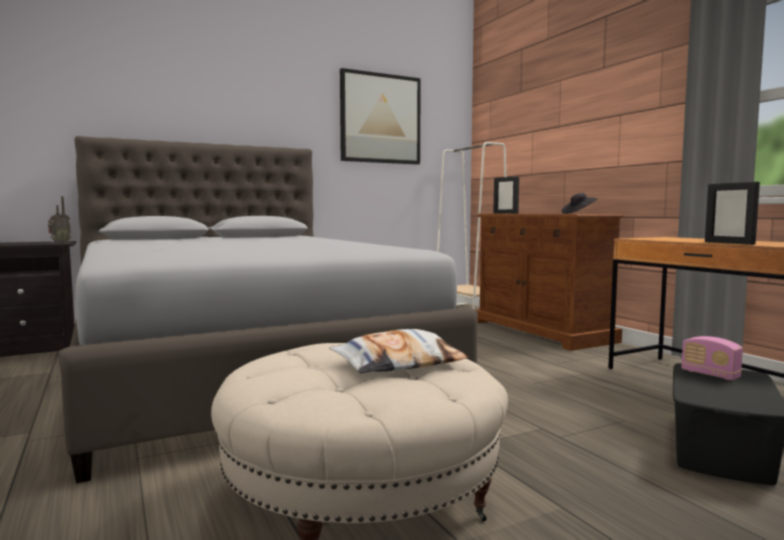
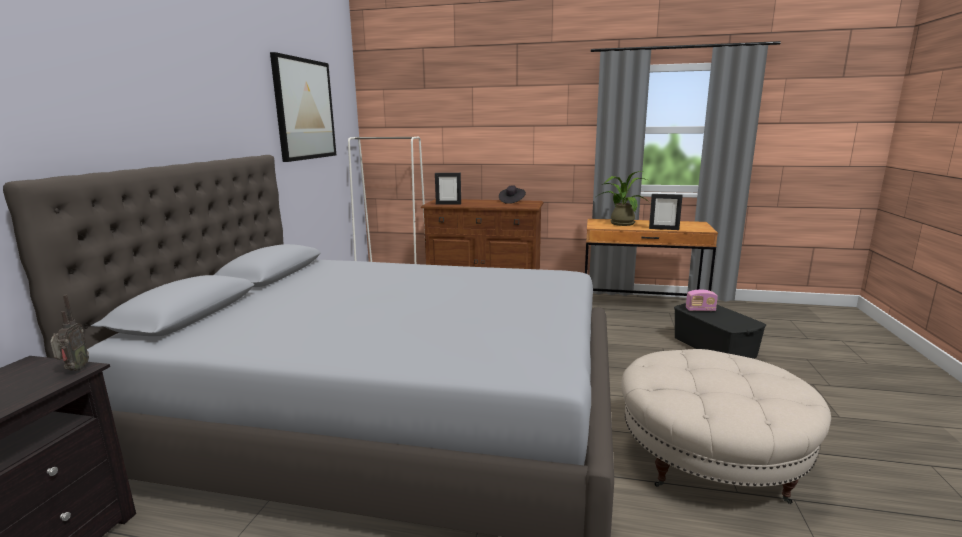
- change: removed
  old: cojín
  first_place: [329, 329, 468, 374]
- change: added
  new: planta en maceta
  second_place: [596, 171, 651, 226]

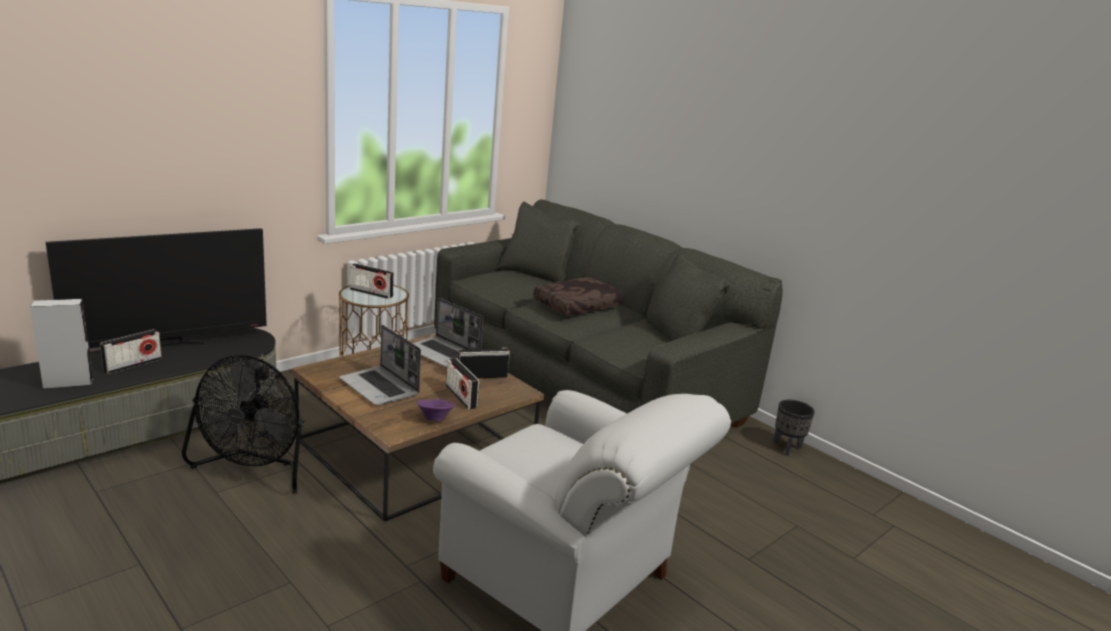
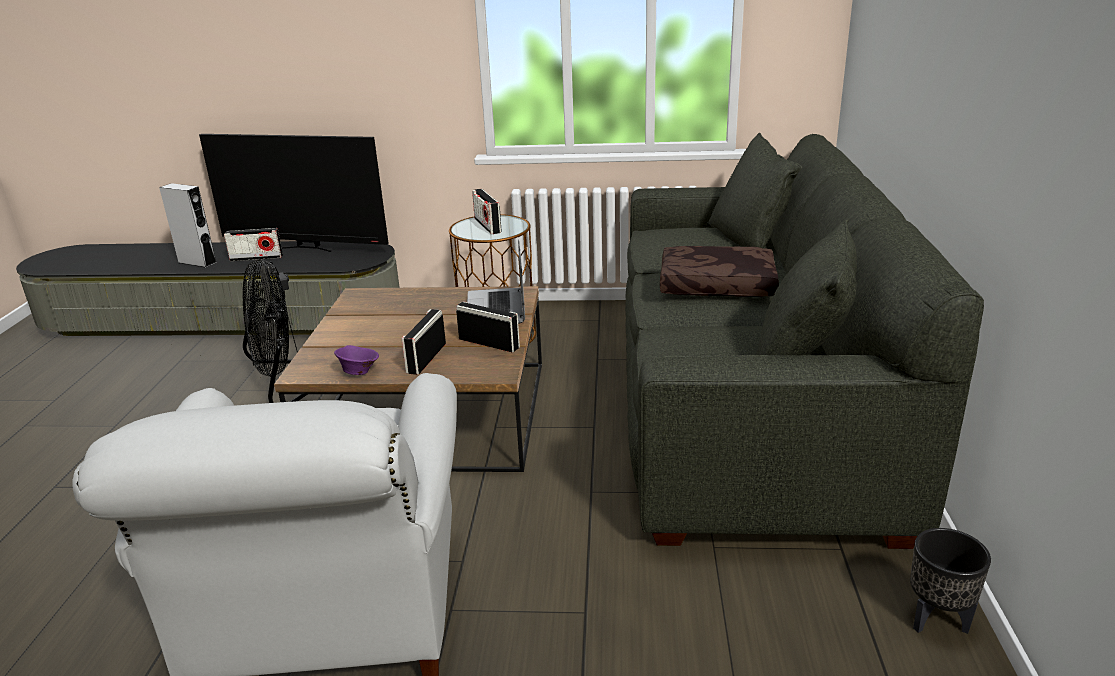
- change: removed
  old: portátil
  first_place: [339, 325, 421, 406]

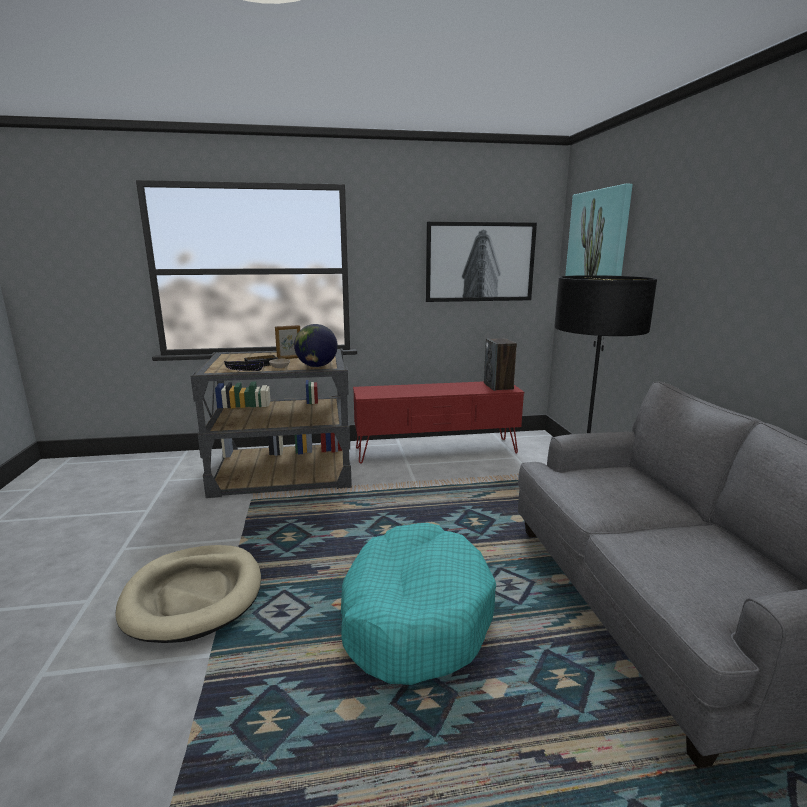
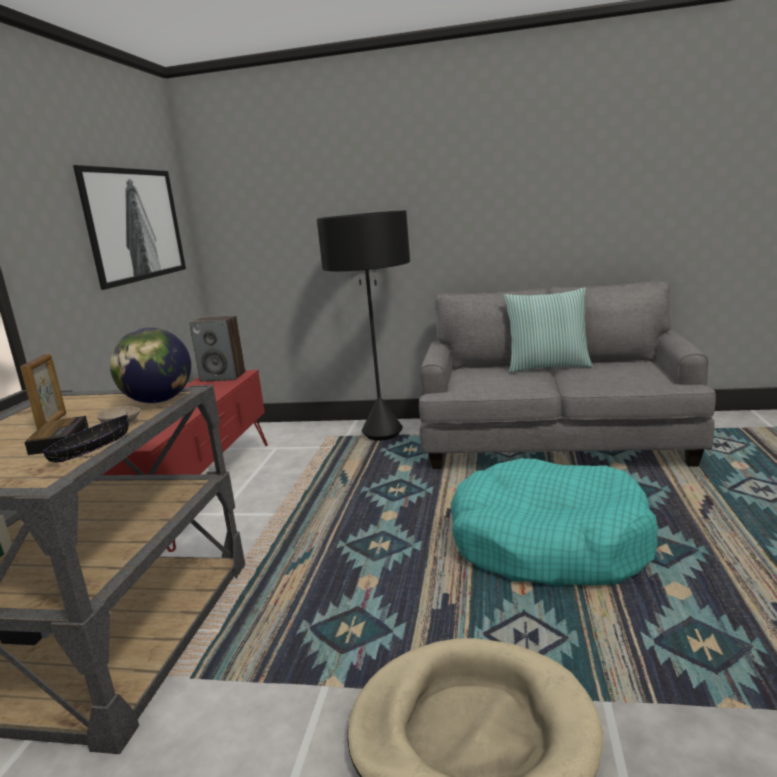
- change: removed
  old: cuadro
  first_place: [565, 184, 633, 276]
- change: added
  new: cojín
  second_place: [504, 287, 593, 373]

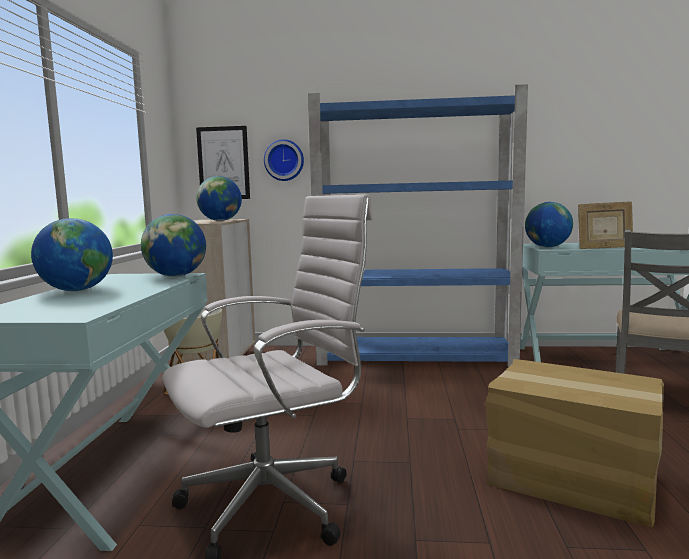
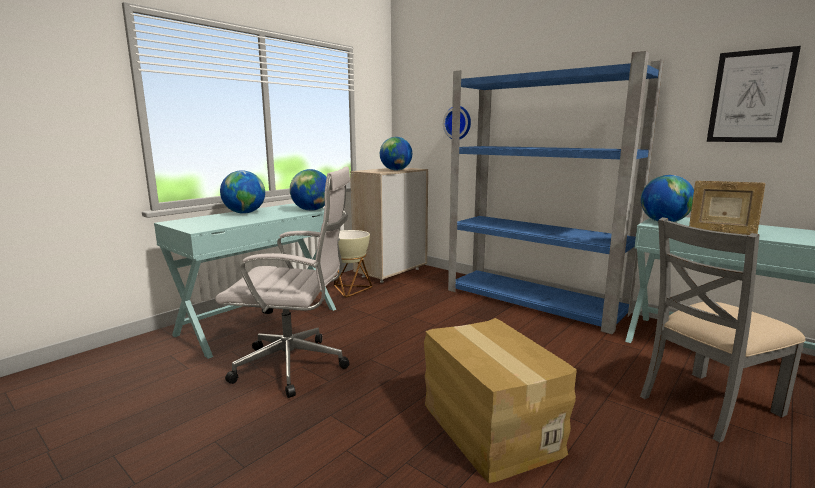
- change: moved
  old: cuadro
  first_place: [196, 126, 250, 199]
  second_place: [707, 46, 801, 142]

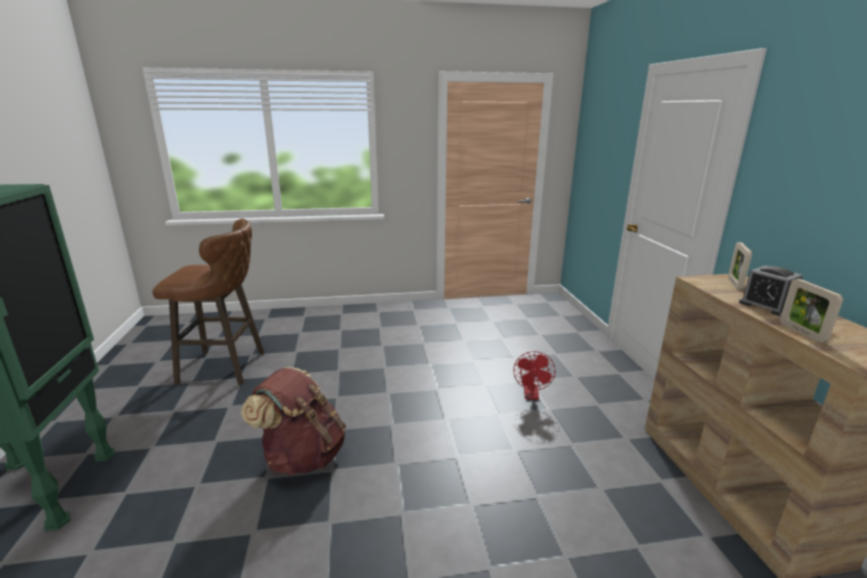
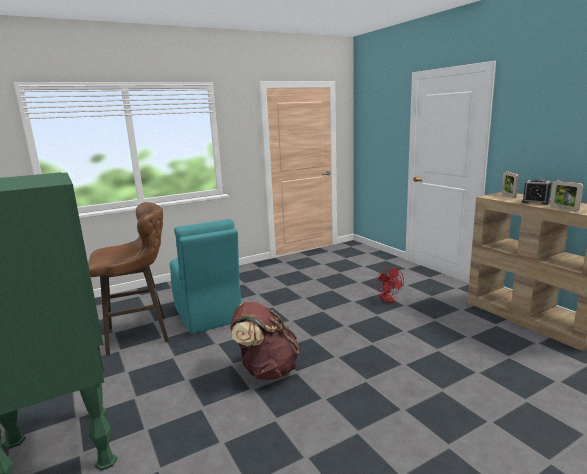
- change: added
  new: silla (turquesa)
  second_place: [170, 219, 242, 334]

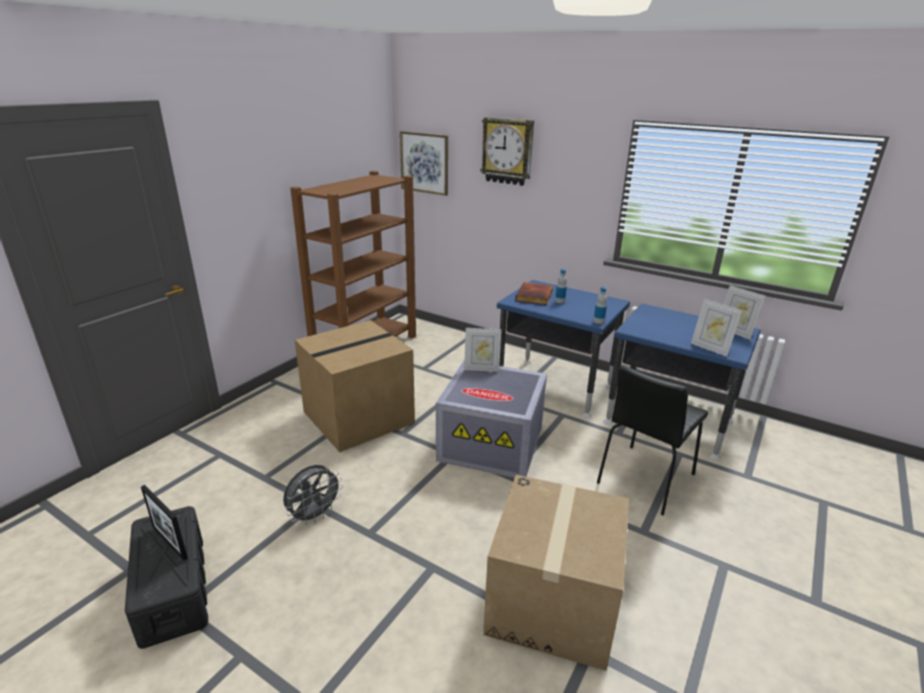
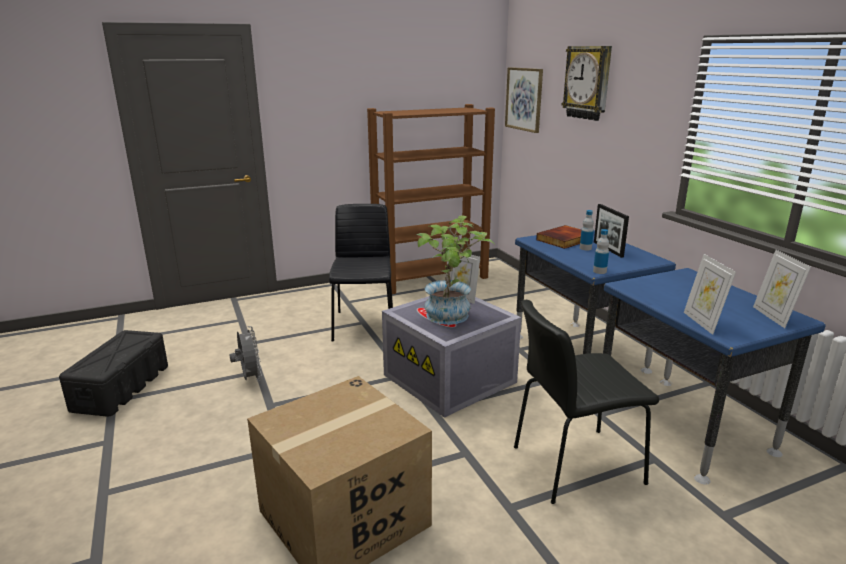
- change: moved
  old: portarretratos
  first_place: [141, 485, 188, 560]
  second_place: [594, 204, 629, 258]
- change: turned
  old: ventilador (gris)
  first_place: [283, 465, 343, 525]
  second_place: [230, 326, 262, 382]
  degrees: -105
- change: replaced
  old: caja de cartón
  new: silla (negro)
  first_place: [295, 320, 415, 452]
  second_place: [329, 204, 393, 342]
- change: added
  new: planta en maceta
  second_place: [416, 215, 494, 325]

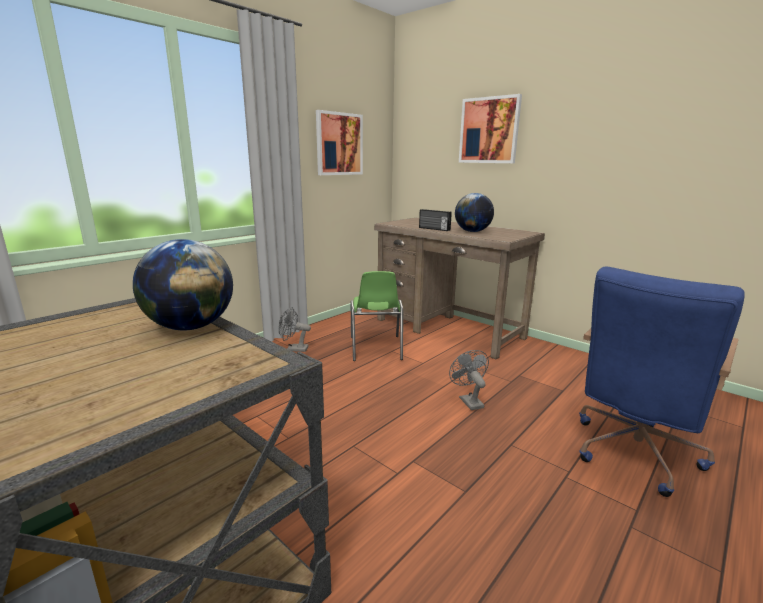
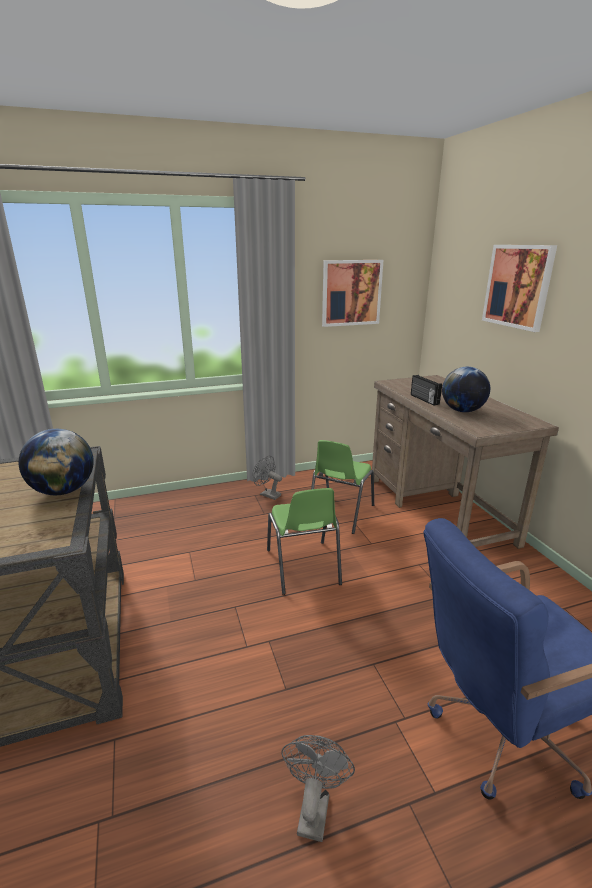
- change: moved
  old: ventilador (gris)
  first_place: [449, 350, 489, 410]
  second_place: [281, 735, 355, 842]
- change: added
  new: silla (verde)
  second_place: [267, 488, 342, 595]

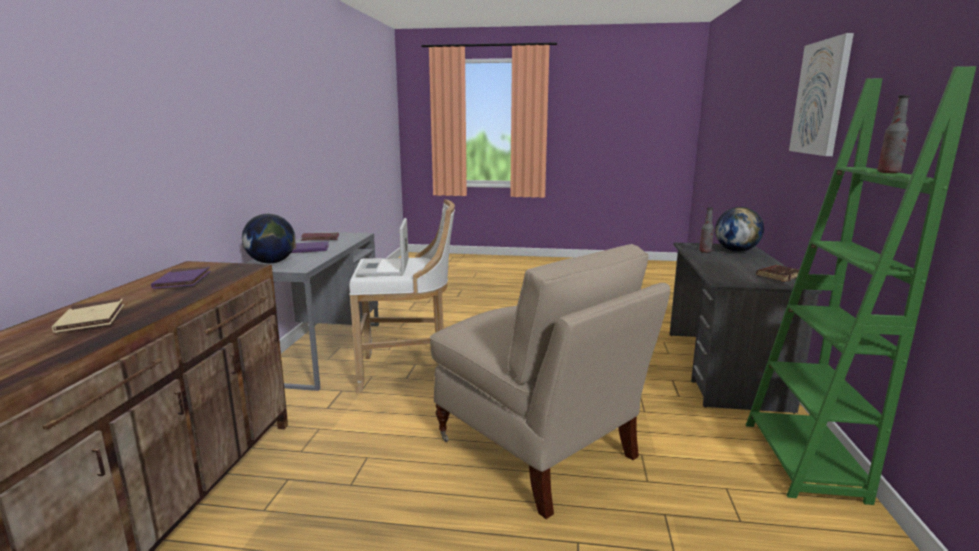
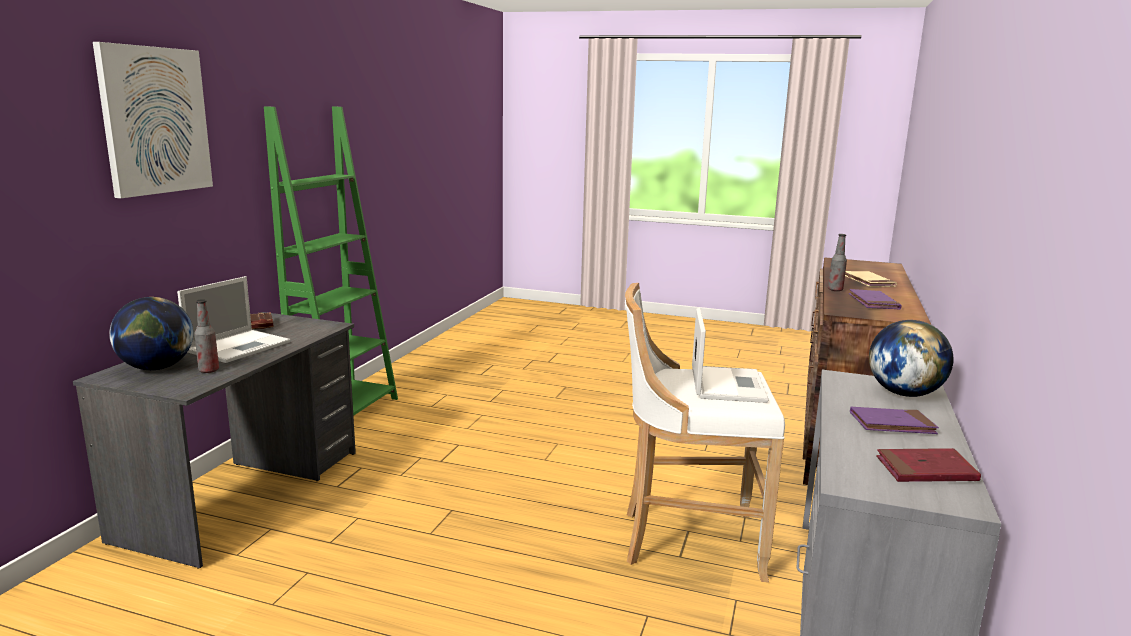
- change: removed
  old: silla (beis)
  first_place: [430, 244, 670, 519]
- change: moved
  old: botella
  first_place: [877, 95, 910, 173]
  second_place: [828, 234, 847, 291]
- change: added
  new: portátil
  second_place: [177, 276, 290, 363]

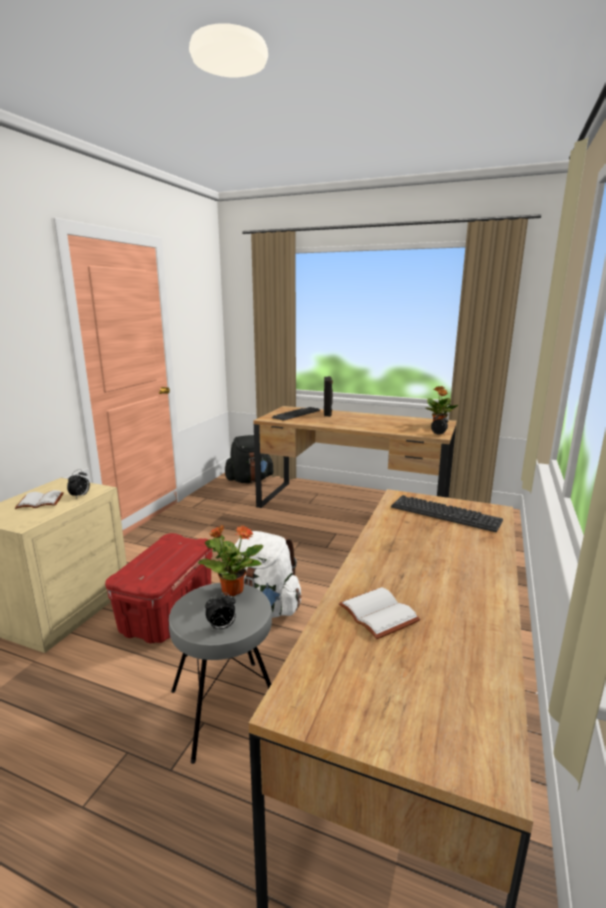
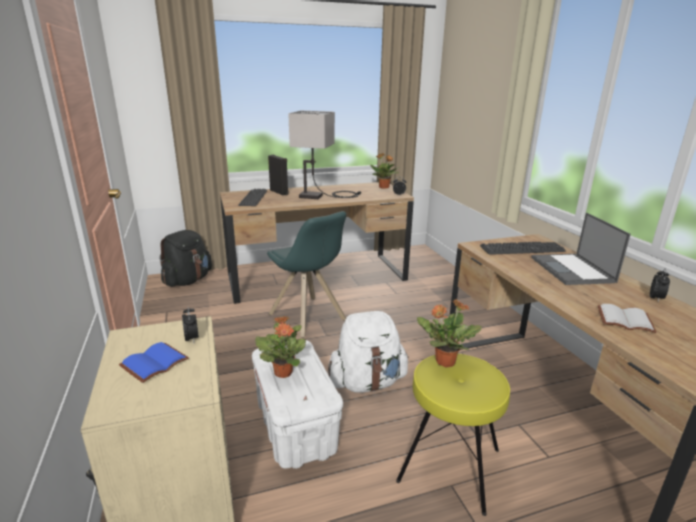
- change: recoloured
  old: libro (blanco)
  new: libro (azul)
  first_place: [15, 490, 64, 509]
  second_place: [119, 342, 189, 383]
- change: recoloured
  old: caja de almacenaje (rojo)
  new: caja de almacenaje (blanco)
  first_place: [105, 533, 212, 643]
  second_place: [252, 340, 343, 469]
- change: recoloured
  old: taburete (gris)
  new: taburete (amarillo)
  first_place: [169, 583, 272, 764]
  second_place: [396, 354, 510, 516]
- change: moved
  old: despertador
  first_place: [205, 593, 236, 631]
  second_place: [650, 269, 670, 302]
- change: added
  new: planta en maceta
  second_place: [255, 316, 306, 378]
- change: added
  new: silla (turquesa)
  second_place: [267, 211, 346, 338]
- change: added
  new: lámpara de mesa
  second_place: [288, 111, 361, 199]
- change: added
  new: portátil
  second_place: [531, 213, 631, 285]

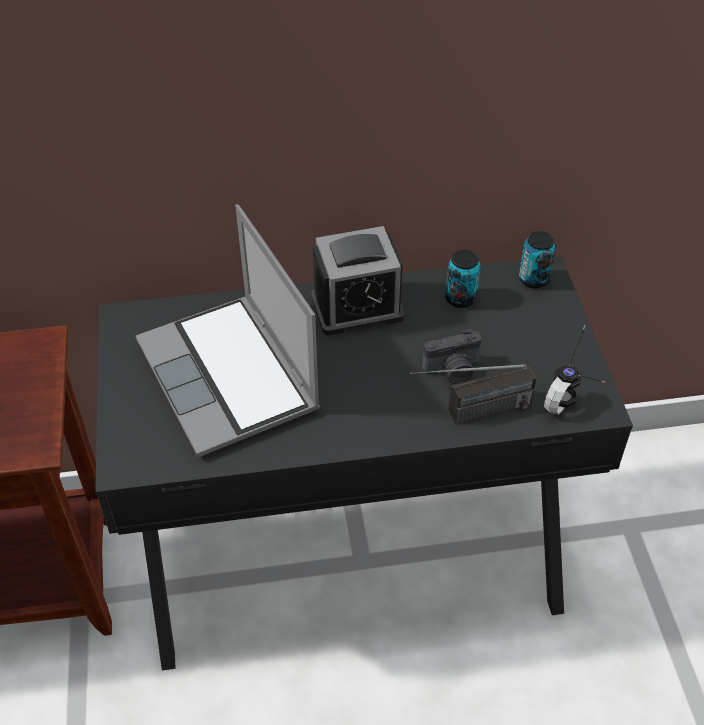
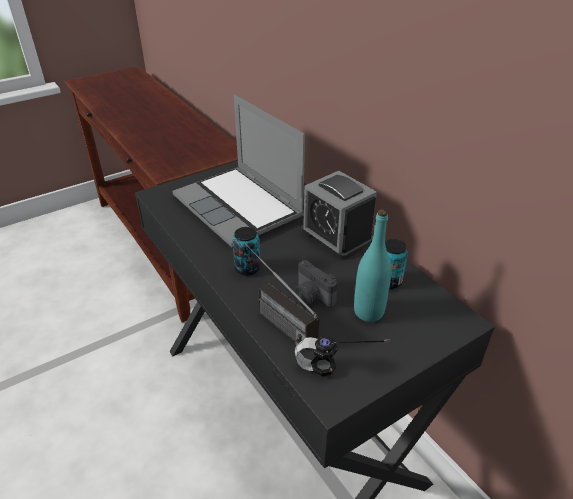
- change: turned
  old: portátil
  first_place: [136, 204, 320, 458]
  second_place: [173, 95, 305, 247]
  degrees: -75
- change: moved
  old: lata
  first_place: [519, 231, 556, 289]
  second_place: [232, 227, 260, 276]
- change: added
  new: botella (turquesa)
  second_place: [354, 209, 392, 322]

